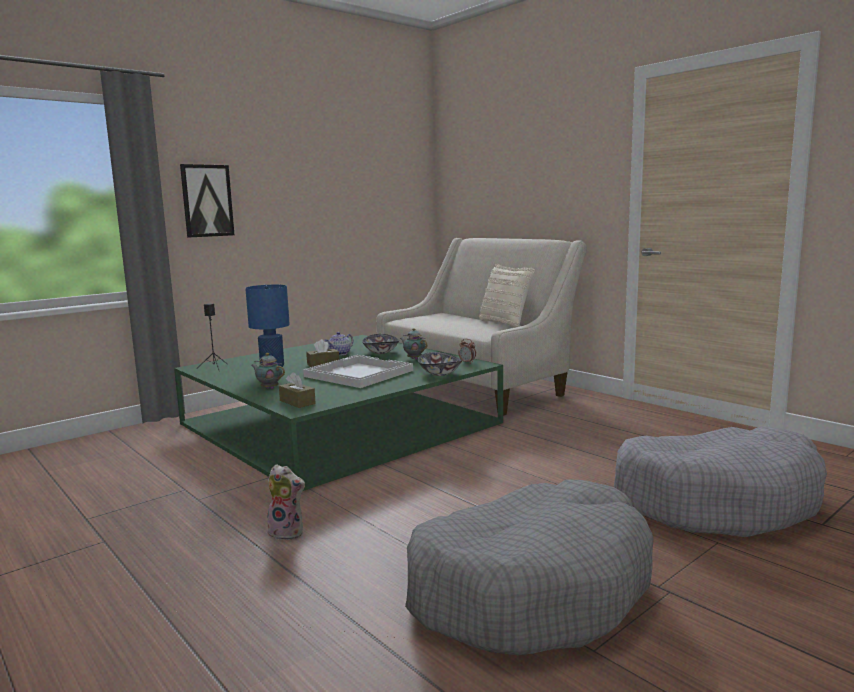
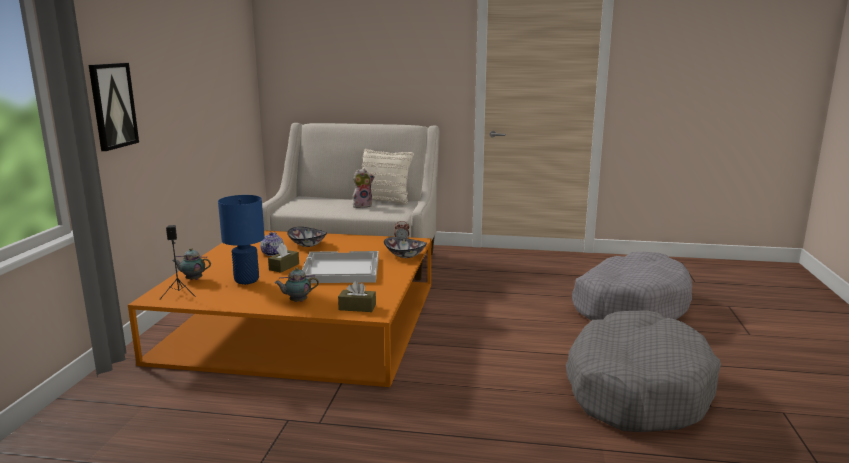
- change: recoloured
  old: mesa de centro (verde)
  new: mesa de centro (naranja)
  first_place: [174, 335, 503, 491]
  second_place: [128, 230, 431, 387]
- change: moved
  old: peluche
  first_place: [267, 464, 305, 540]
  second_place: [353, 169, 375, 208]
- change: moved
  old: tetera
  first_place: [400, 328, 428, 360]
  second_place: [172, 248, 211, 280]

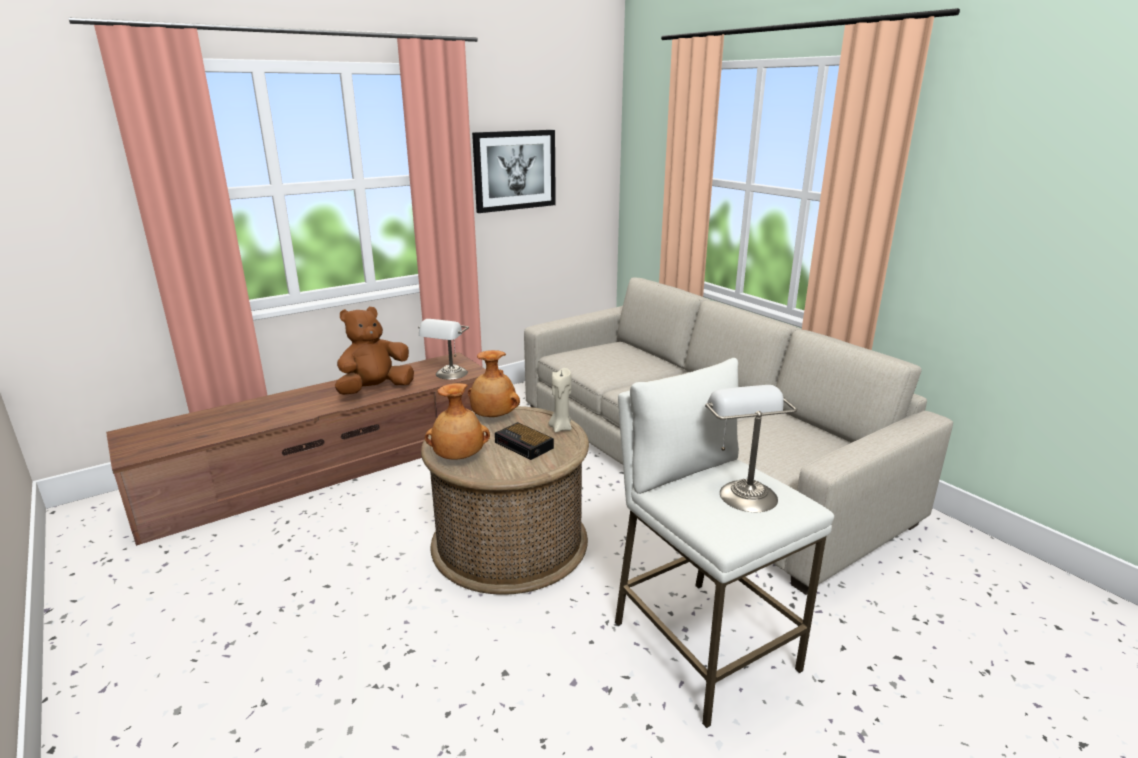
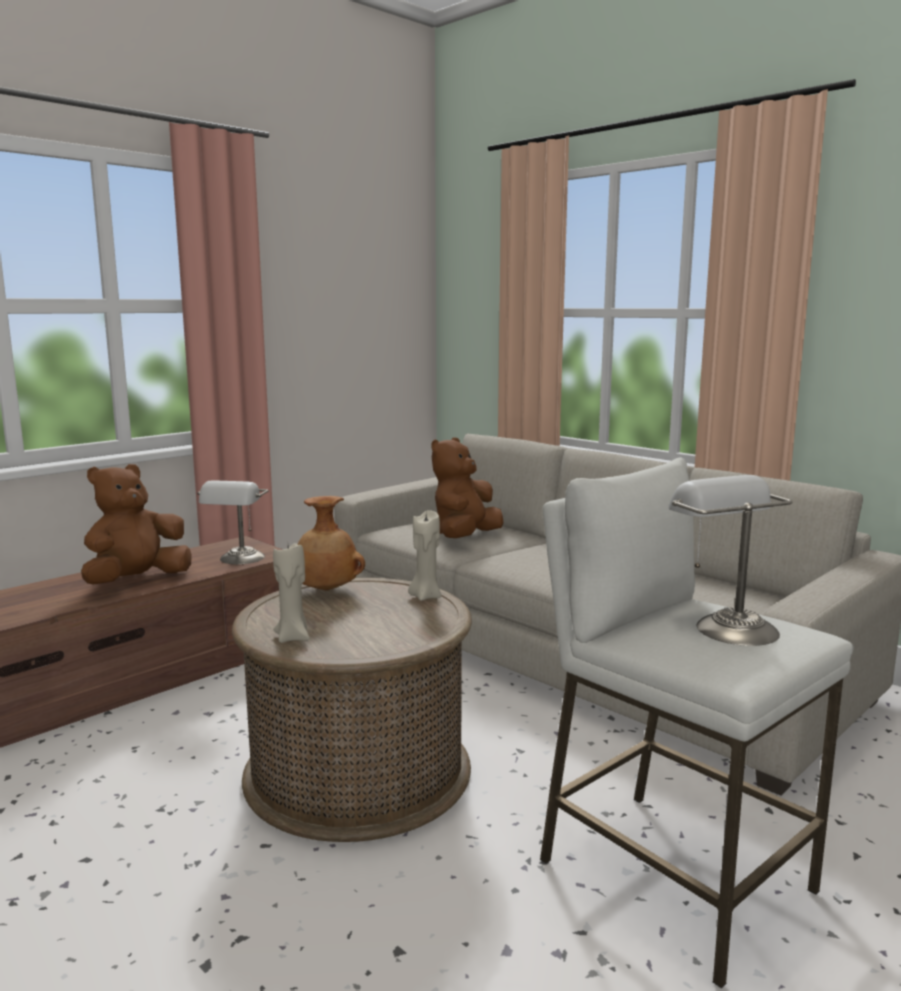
- change: replaced
  old: florero (marrón)
  new: vela (beis)
  first_place: [425, 383, 490, 460]
  second_place: [273, 543, 310, 643]
- change: removed
  old: cuadro
  first_place: [472, 130, 556, 213]
- change: removed
  old: despertador
  first_place: [495, 422, 554, 460]
- change: added
  new: peluche (marrón)
  second_place: [431, 437, 503, 538]

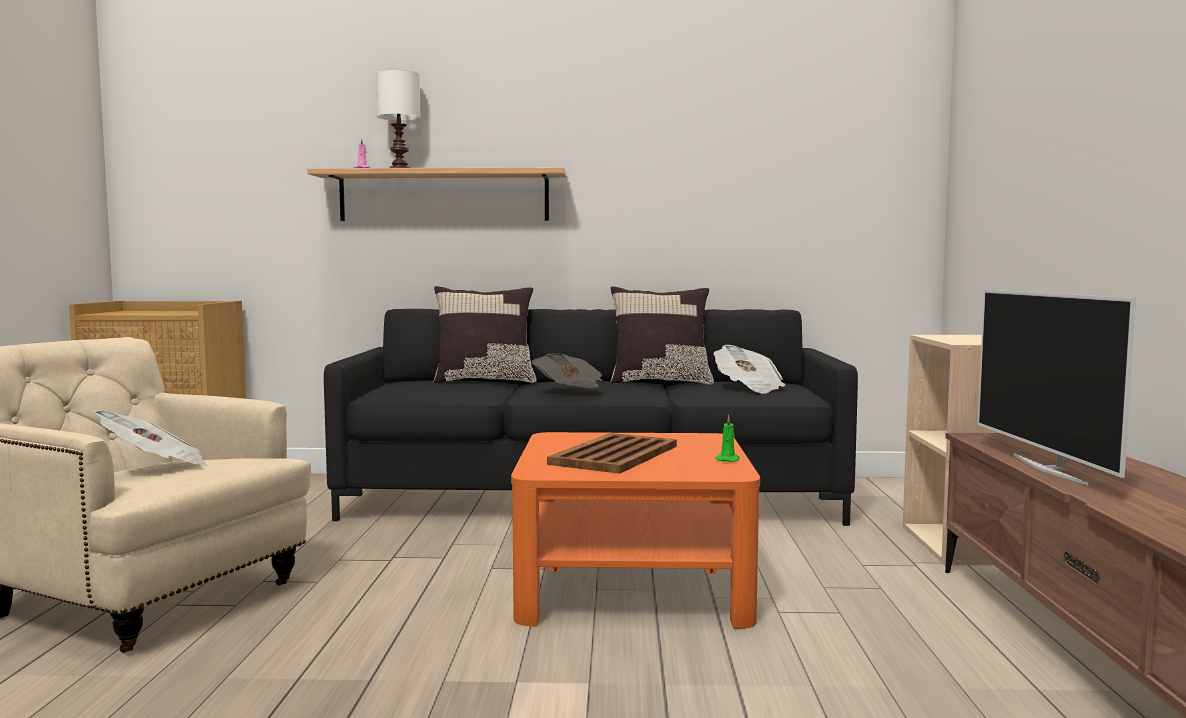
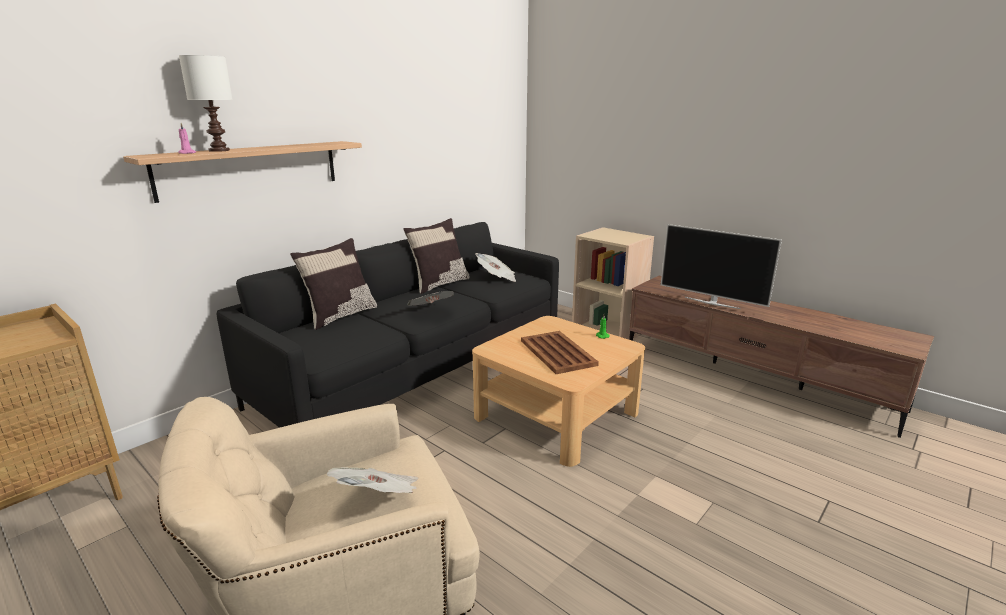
- change: recoloured
  old: mesa de centro (naranja)
  new: mesa de centro (beis)
  first_place: [511, 432, 760, 629]
  second_place: [472, 316, 645, 467]

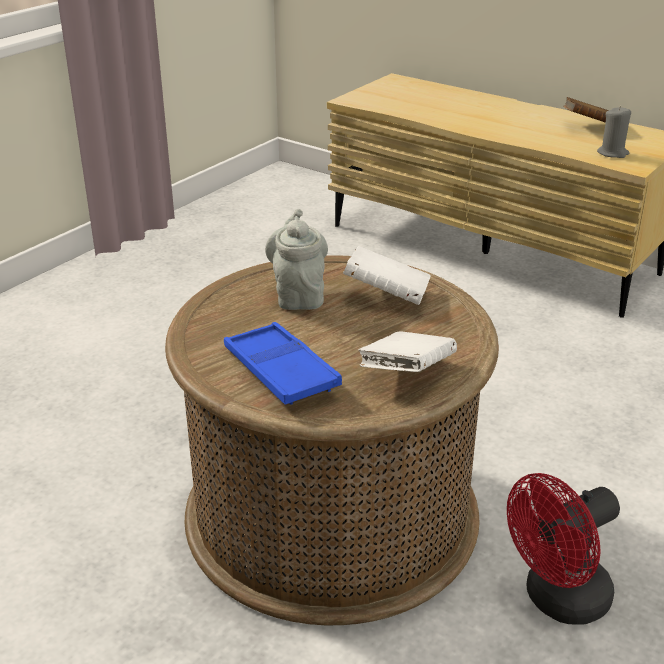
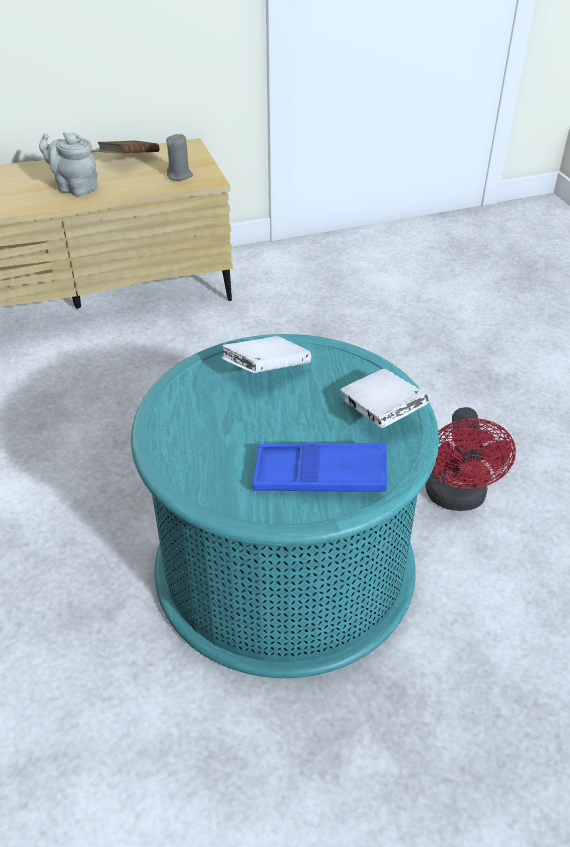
- change: recoloured
  old: mesa de centro (marrón)
  new: mesa de centro (turquesa)
  first_place: [165, 255, 499, 625]
  second_place: [131, 334, 439, 678]
- change: moved
  old: tetera (gris)
  first_place: [265, 209, 328, 310]
  second_place: [39, 132, 98, 196]

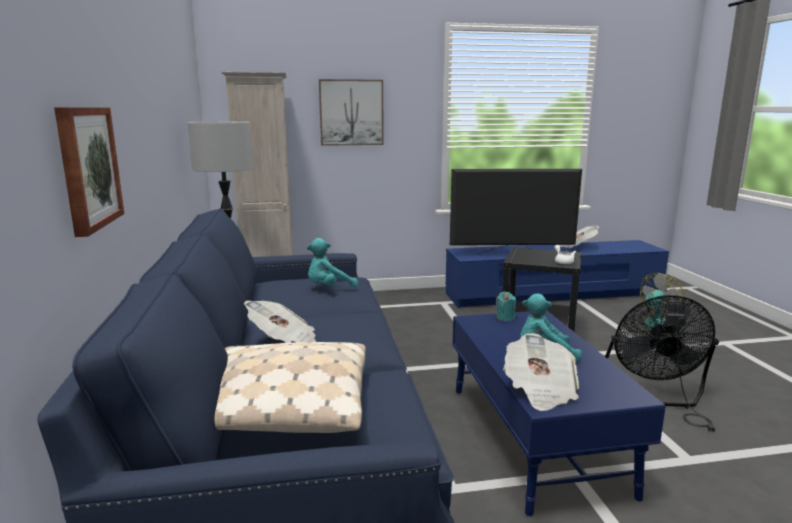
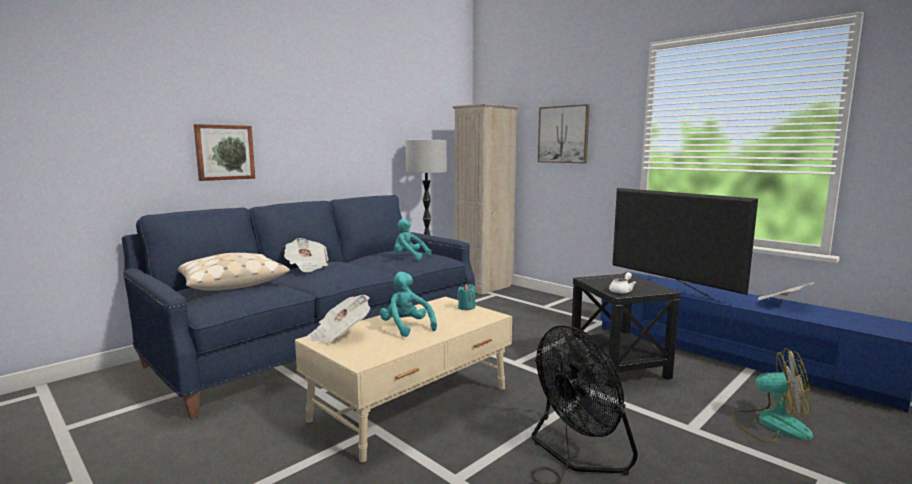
- change: recoloured
  old: mesa de centro (azul)
  new: mesa de centro (beis)
  first_place: [452, 311, 666, 516]
  second_place: [295, 297, 512, 462]

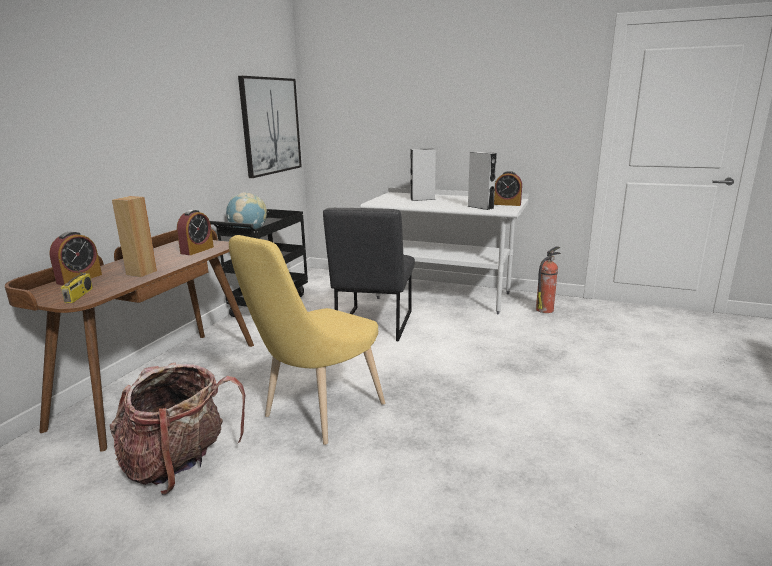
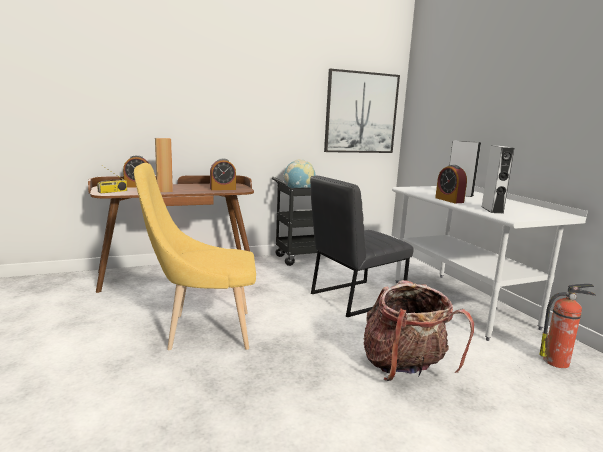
- change: moved
  old: mochila
  first_place: [110, 362, 245, 495]
  second_place: [363, 280, 474, 381]
- change: moved
  old: despertador
  first_place: [494, 171, 522, 206]
  second_place: [435, 165, 467, 203]

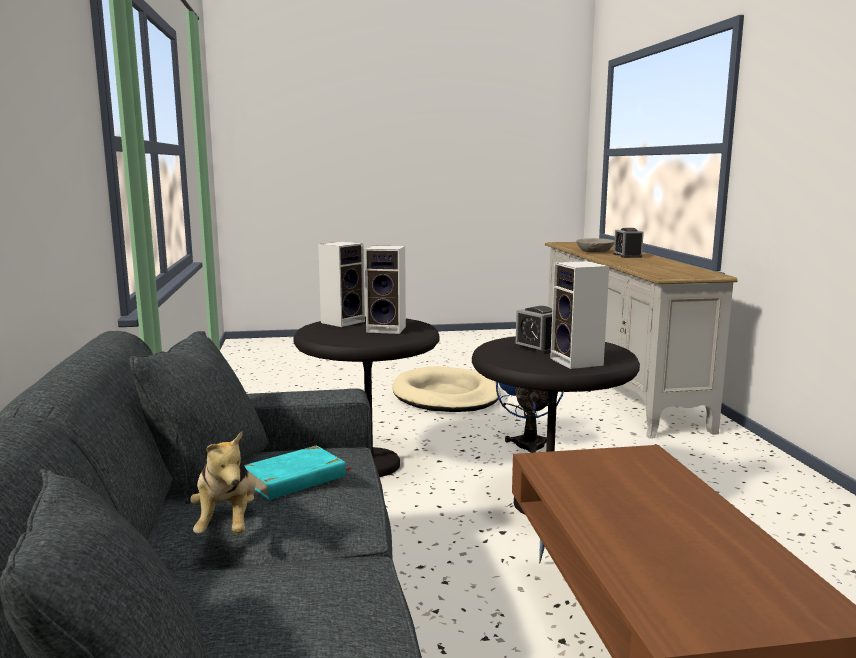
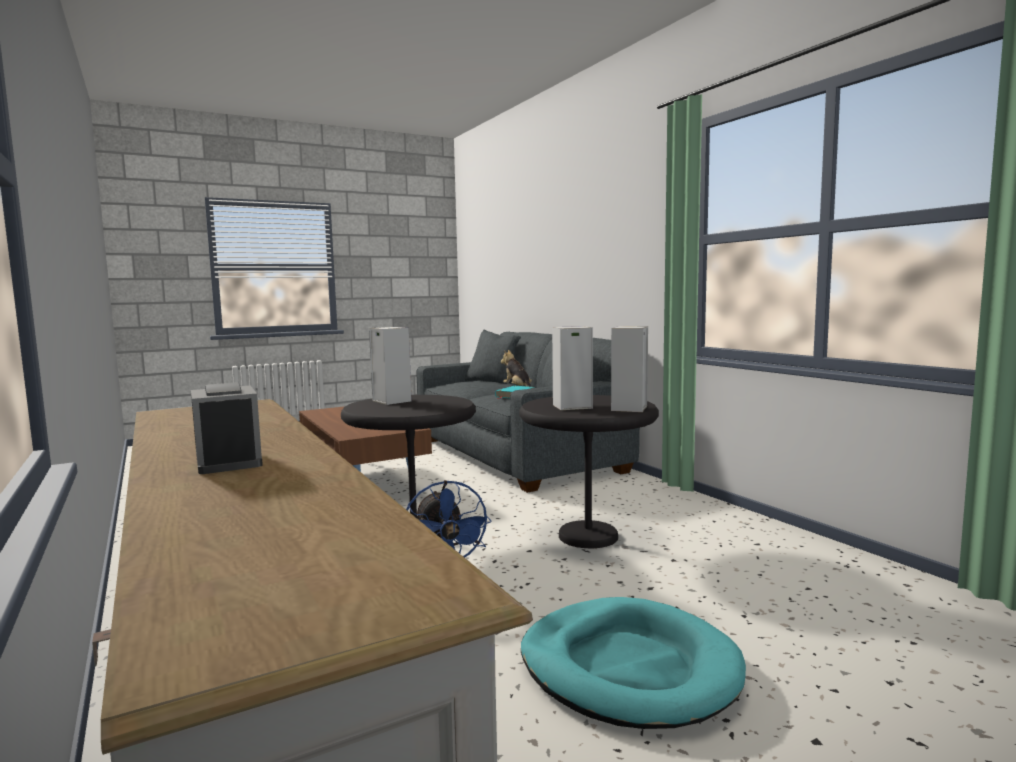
- change: recoloured
  old: cama para perro (beis)
  new: cama para perro (turquesa)
  first_place: [392, 366, 501, 412]
  second_place: [521, 597, 746, 729]
- change: removed
  old: despertador
  first_place: [514, 306, 552, 354]
- change: removed
  old: cuenco (gris)
  first_place: [576, 238, 614, 252]

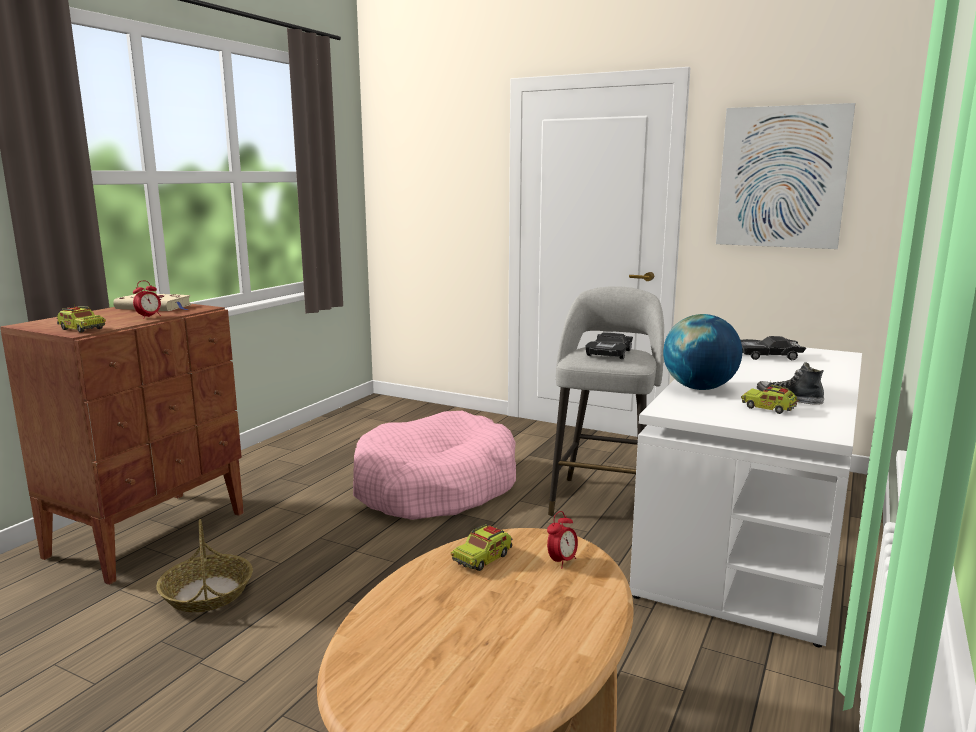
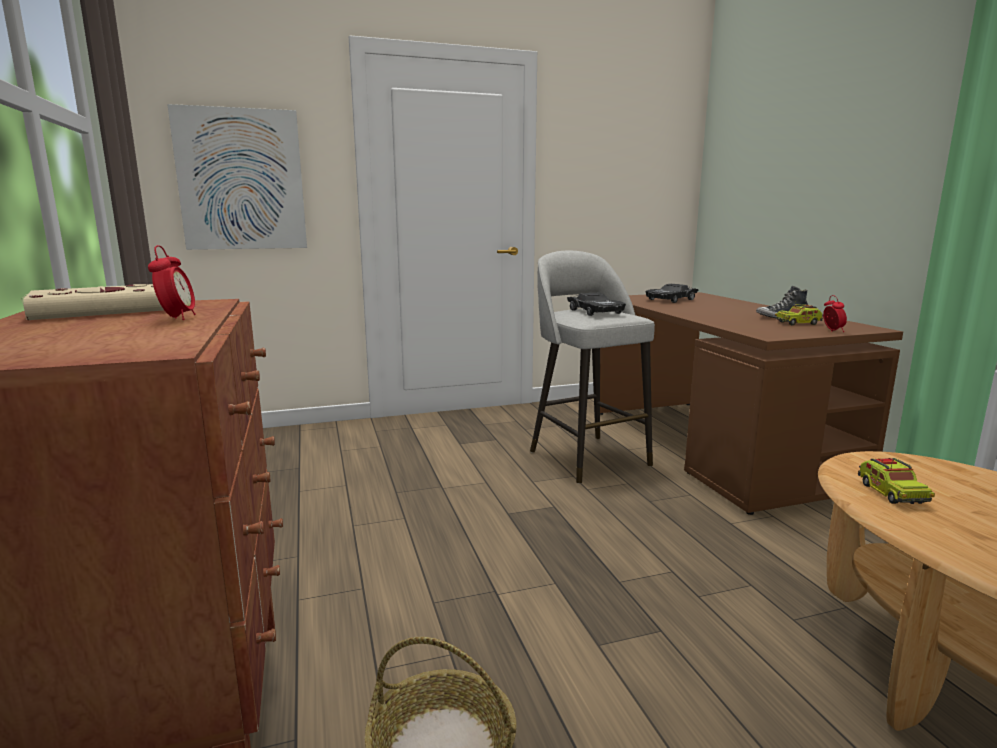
- change: removed
  old: camión de juguete
  first_place: [57, 306, 106, 333]
- change: removed
  old: cama para perro (rosa)
  first_place: [353, 411, 516, 520]
- change: moved
  old: despertador
  first_place: [547, 511, 578, 569]
  second_place: [823, 295, 847, 332]
- change: recoloured
  old: escritorio (blanco)
  new: escritorio (marrón)
  first_place: [630, 348, 862, 648]
  second_place: [600, 292, 903, 515]
- change: removed
  old: globo terráqueo
  first_place: [663, 314, 742, 390]
- change: moved
  old: cuadro
  first_place: [716, 103, 855, 249]
  second_place: [167, 104, 307, 250]

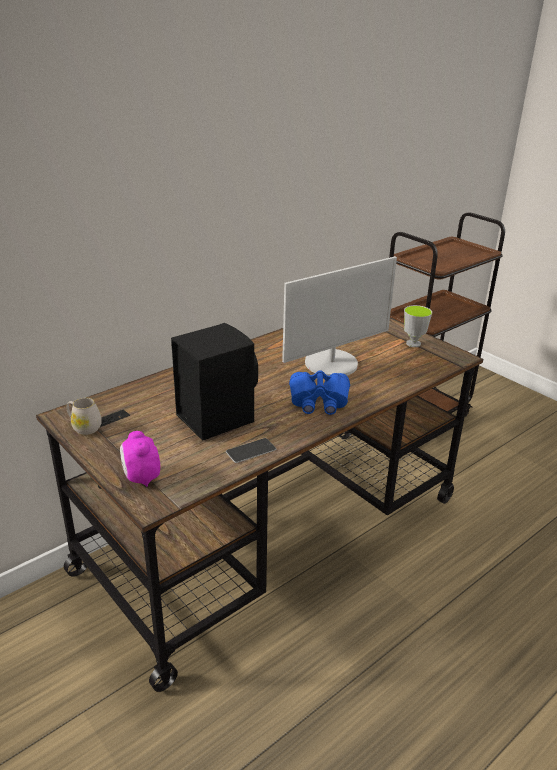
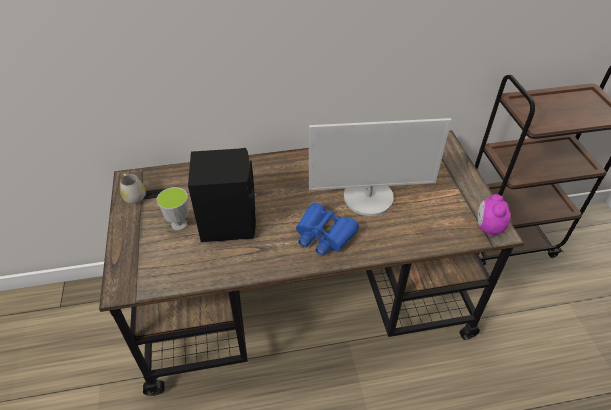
- change: moved
  old: despertador
  first_place: [120, 431, 160, 487]
  second_place: [478, 194, 510, 237]
- change: removed
  old: móvil
  first_place: [226, 438, 276, 463]
- change: moved
  old: taza
  first_place: [404, 305, 432, 347]
  second_place: [157, 187, 189, 231]

